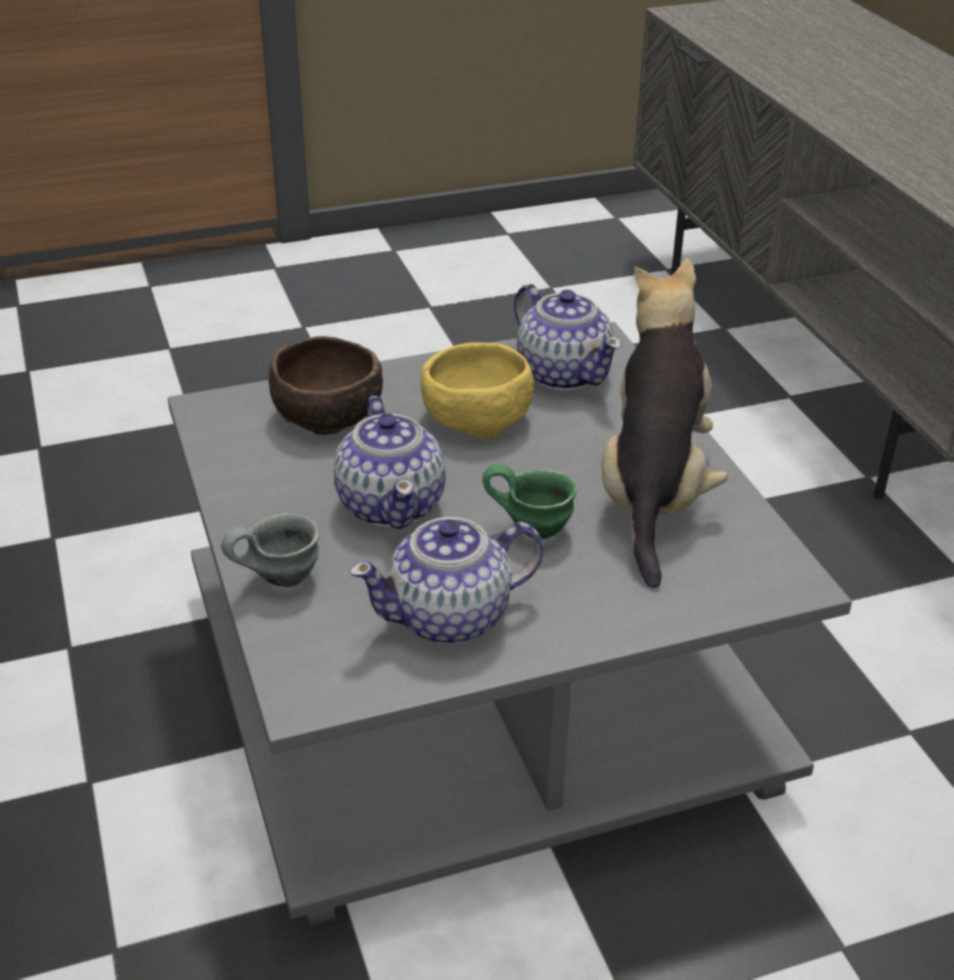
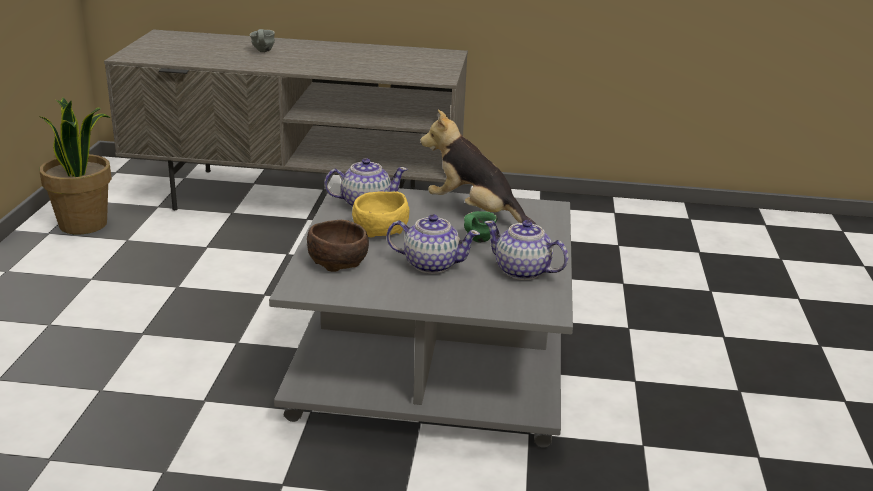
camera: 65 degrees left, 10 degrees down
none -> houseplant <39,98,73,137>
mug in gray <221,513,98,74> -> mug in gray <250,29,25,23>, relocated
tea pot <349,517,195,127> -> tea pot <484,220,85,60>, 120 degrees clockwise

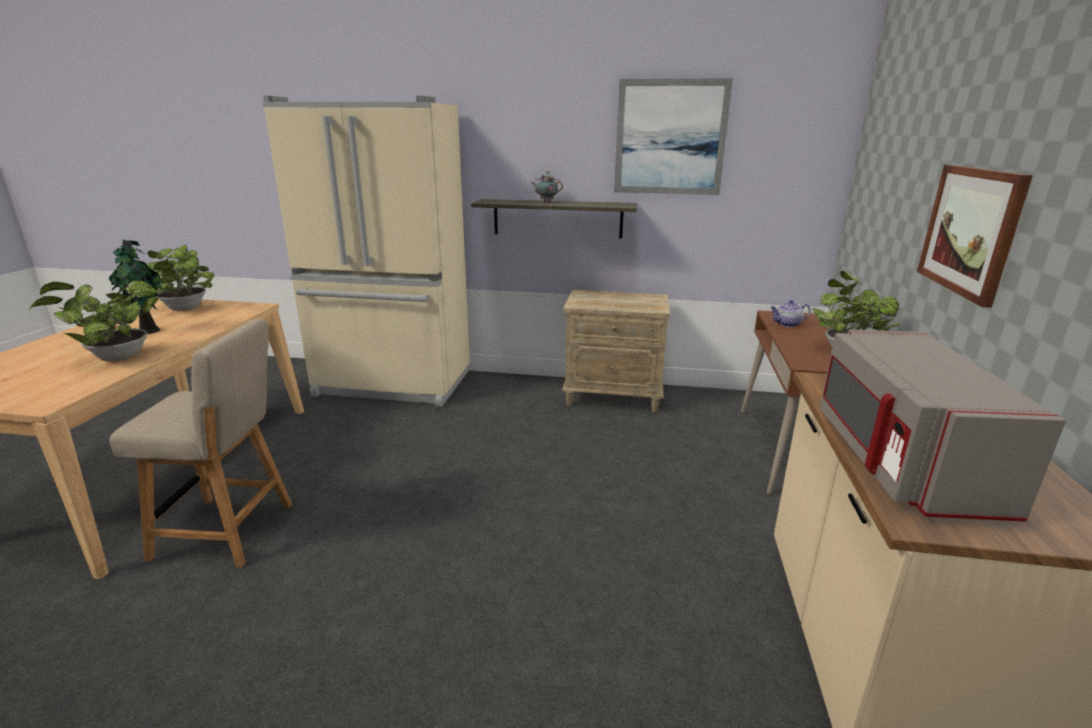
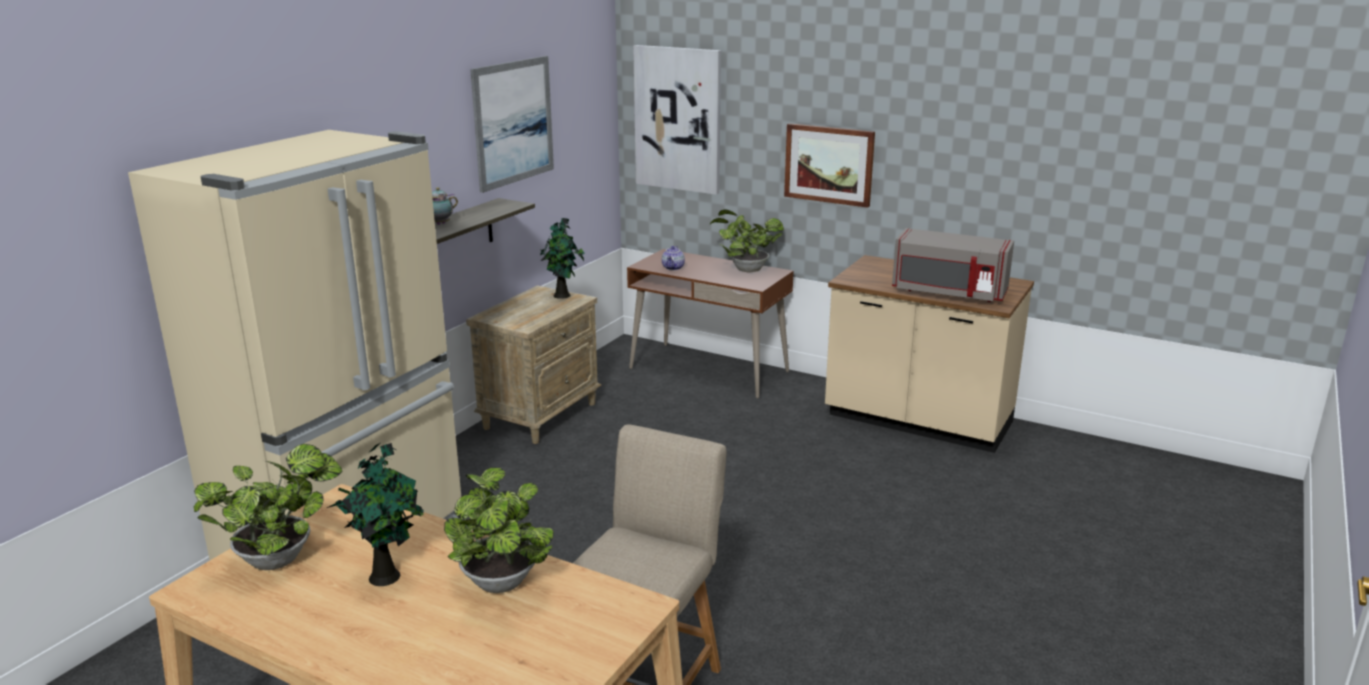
camera: 70 degrees left, 0 degrees up
none -> houseplant <540,218,45,81>
none -> wall picture <633,45,88,150>

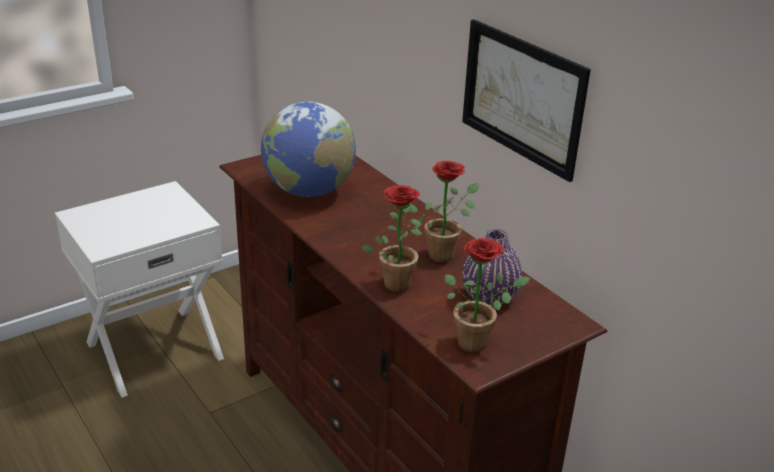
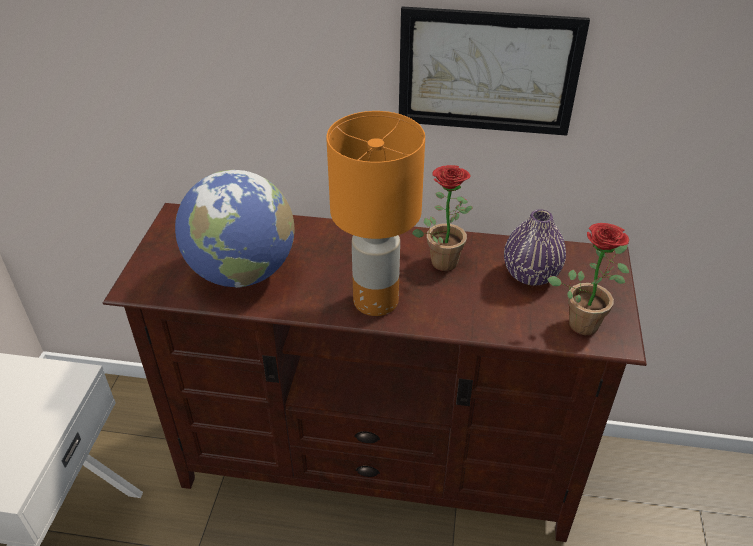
camera: 45 degrees left, 10 degrees up
none -> tabletop lamp in orange <326,111,99,205>
houseplant <361,185,61,107> -> none

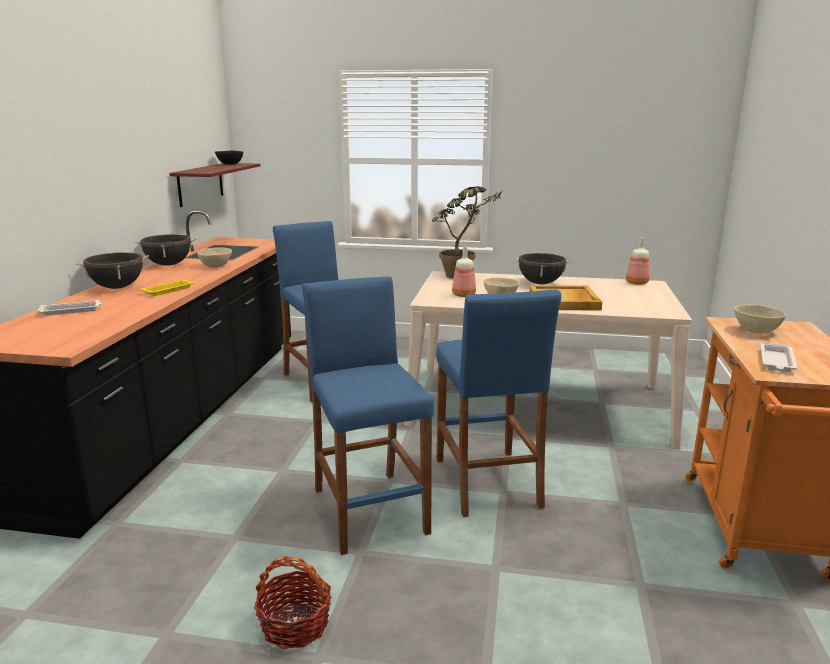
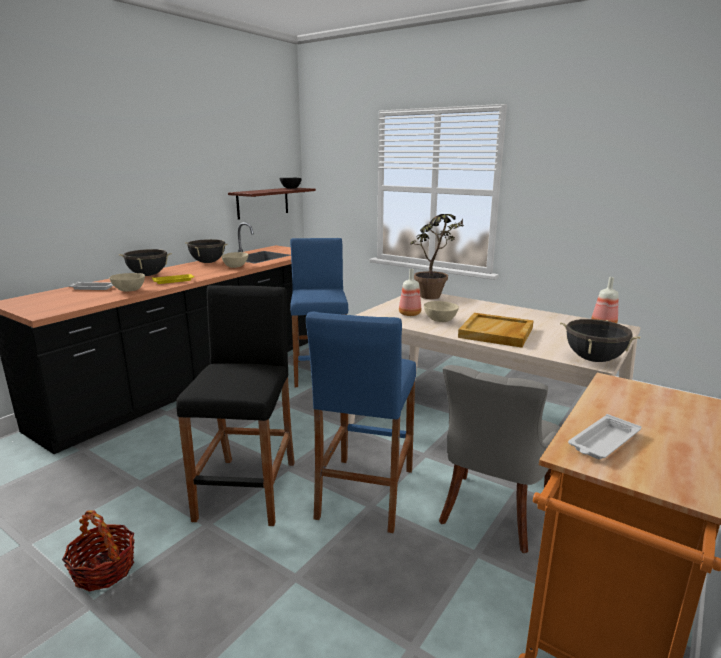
camera: 25 degrees right, 0 degrees up
bowl in sand-coloured <734,305,52,29> -> bowl in sand-coloured <110,273,35,19>, relocated
stool in blue <302,276,132,279> -> stool in black-coloured <176,285,119,241>
none -> plain chair in gray <439,365,121,188>
stockpot in black-coloured <513,253,59,31> -> stockpot in black-coloured <560,319,81,43>, relocated

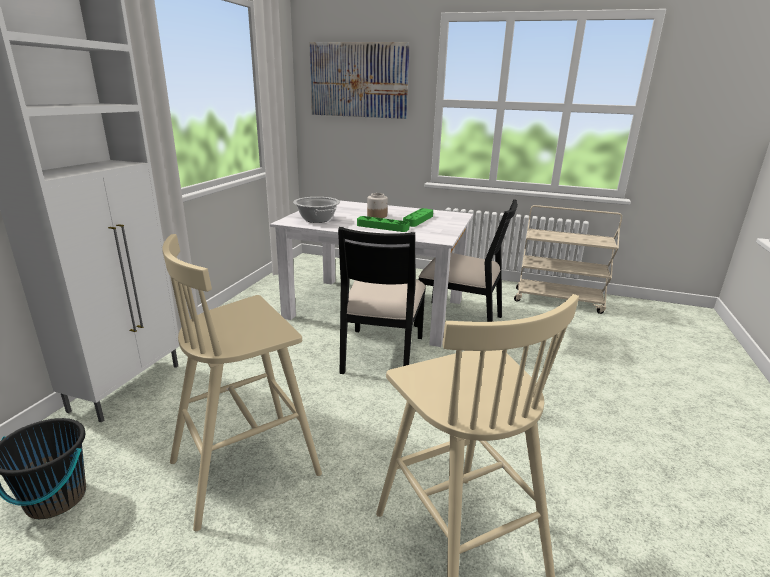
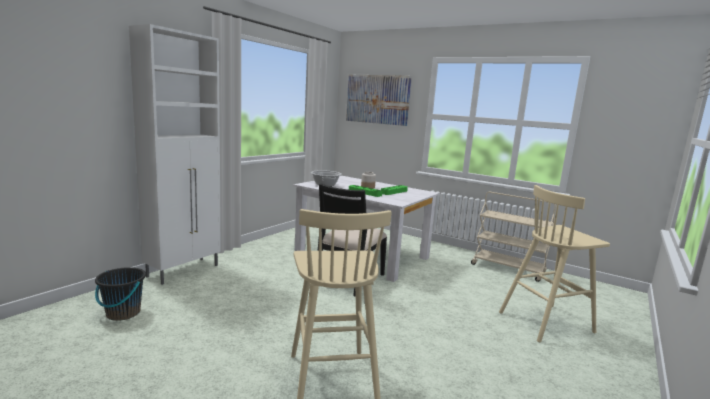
camera: 15 degrees right, 10 degrees down
stool in sand-coloured <162,234,160,297> -> stool in sand-coloured <499,185,111,157>, relocated
plain chair in black-coloured <414,199,104,128> -> none

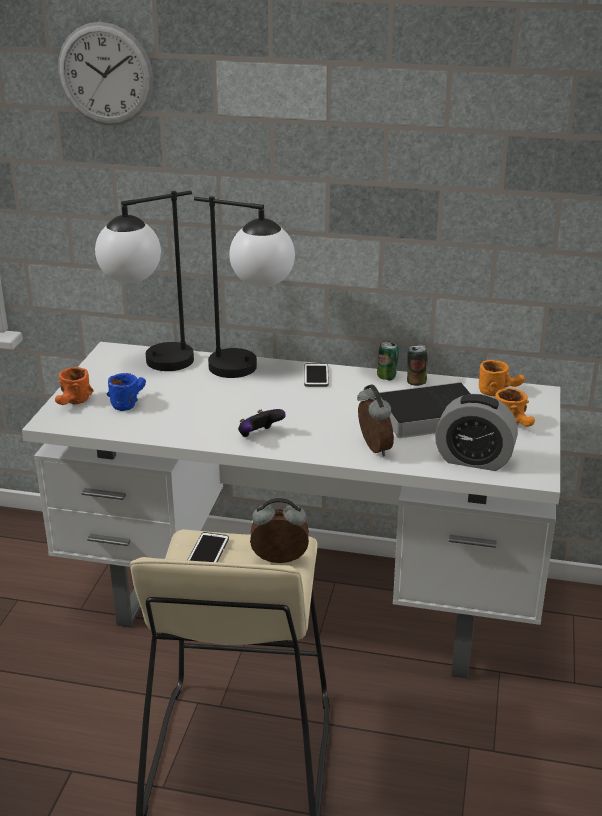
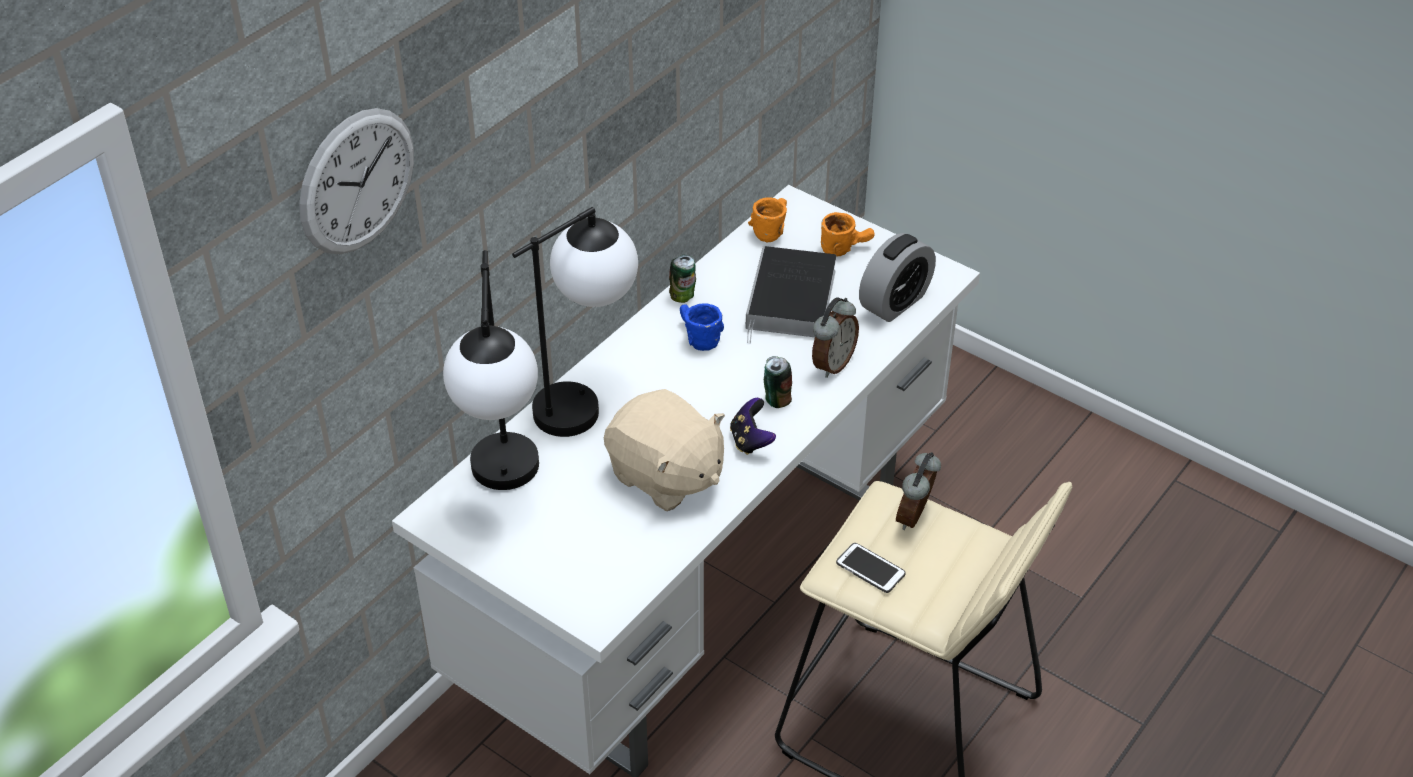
camera: 65 degrees left, 15 degrees up
none -> cuddly toy in sand-coloured <604,389,121,122>
mug in blue <107,373,39,38> -> mug in blue <680,303,44,48>, relocated
metal can <407,345,21,41> -> metal can <764,356,28,52>, relocated
bedside clock <357,384,37,73> -> bedside clock <812,297,47,81>, 120 degrees clockwise
mug in orange <55,367,39,38> -> none
telephone <304,363,25,24> -> none

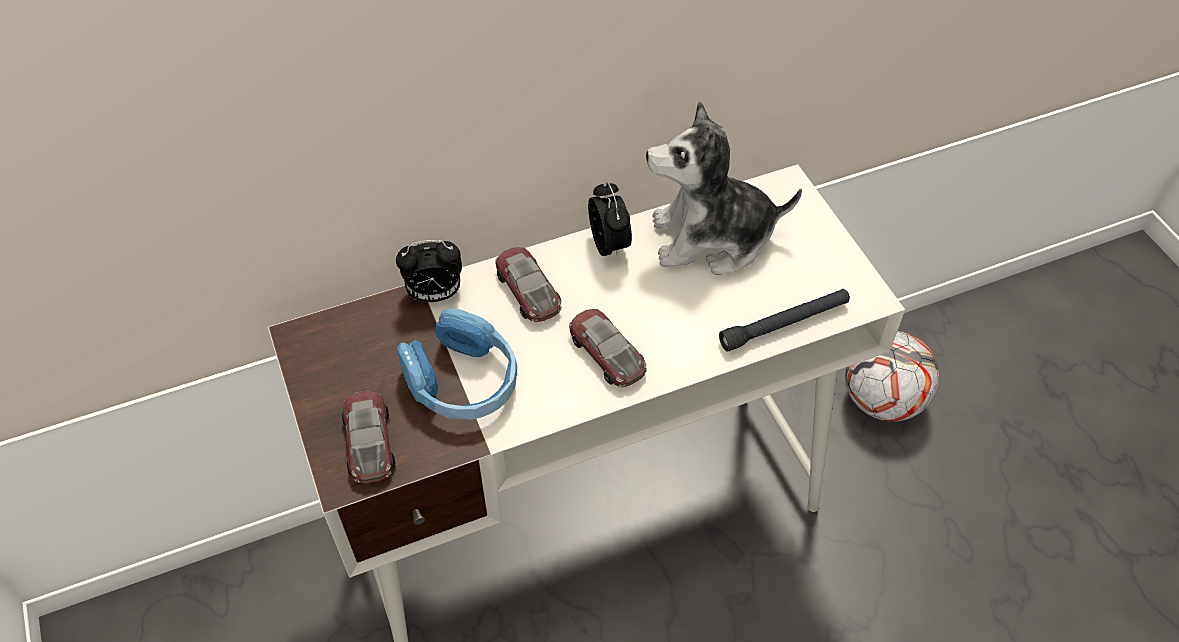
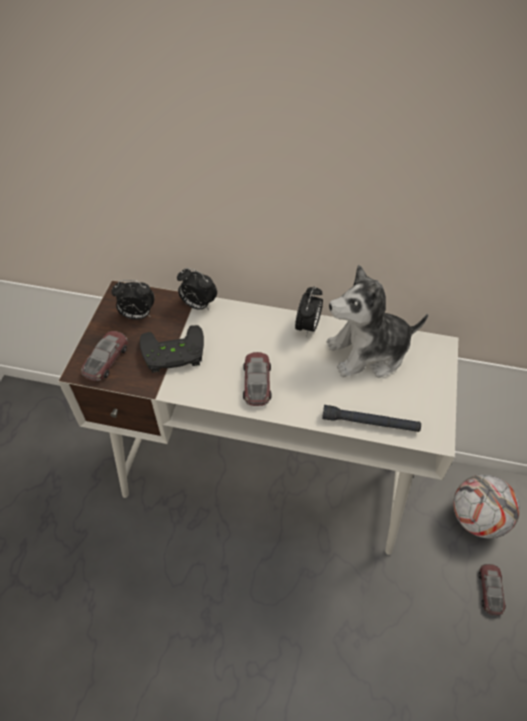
camera: 35 degrees right, 0 degrees up
none -> bedside clock <111,280,44,40>
pair of headphones in blue <397,309,120,111> -> joypad in black-coloured <140,325,64,48>
cuddly toy <646,101,156,174> -> cuddly toy <327,265,101,113>, 45 degrees counterclockwise
miniature car <495,247,66,75> -> miniature car <478,564,28,51>, relocated

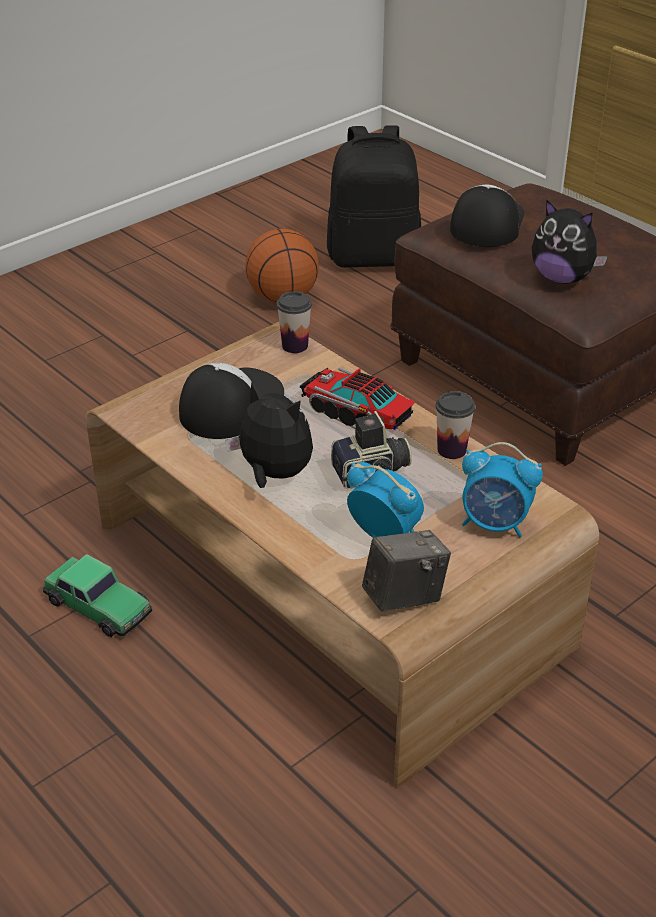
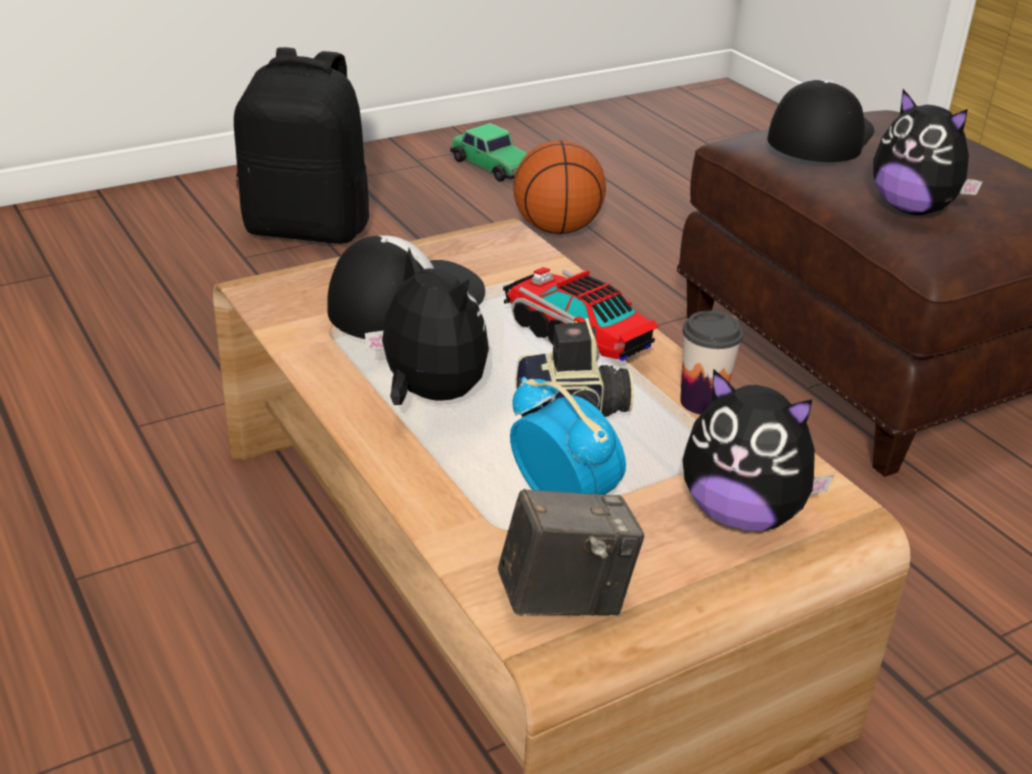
camera: 10 degrees right, 5 degrees down
backpack in black-coloured <327,125,94,142> -> backpack in black-coloured <234,47,135,197>, relocated
miniature car <43,554,110,83> -> miniature car <450,123,78,58>, relocated
bedside clock <462,442,81,95> -> cuddly toy <683,369,151,162>
cup <277,291,35,62> -> none

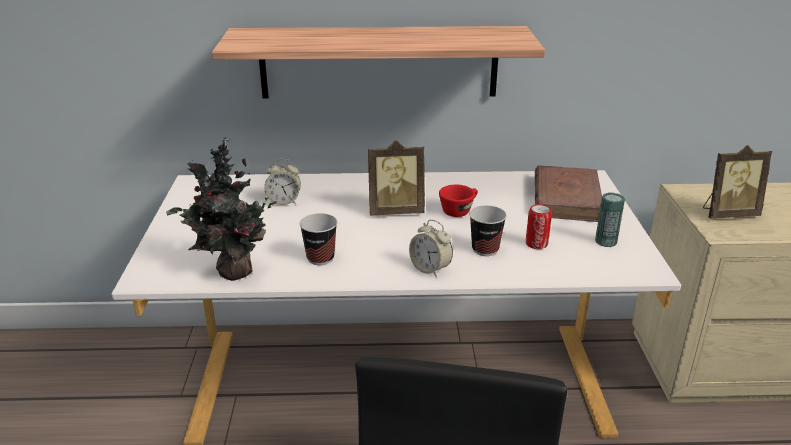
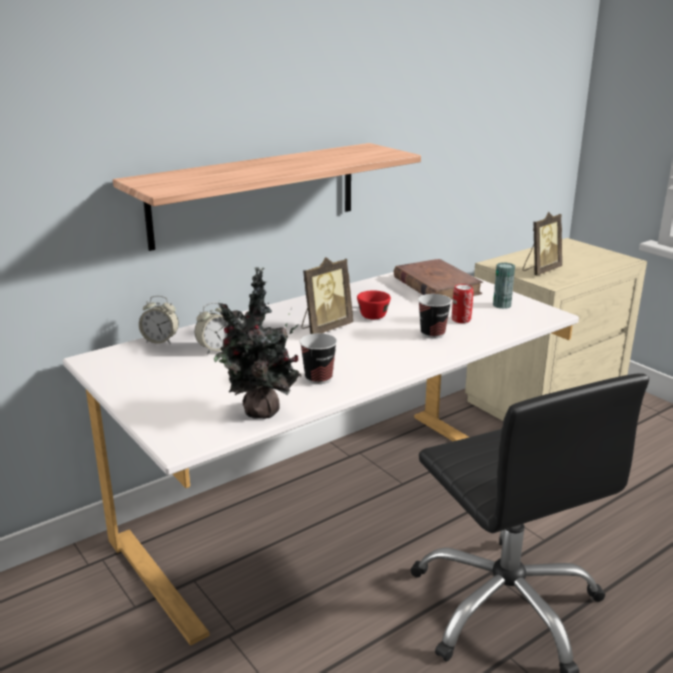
camera: 35 degrees left, 5 degrees down
bedside clock <409,220,44,57> -> bedside clock <139,296,40,48>, relocated

